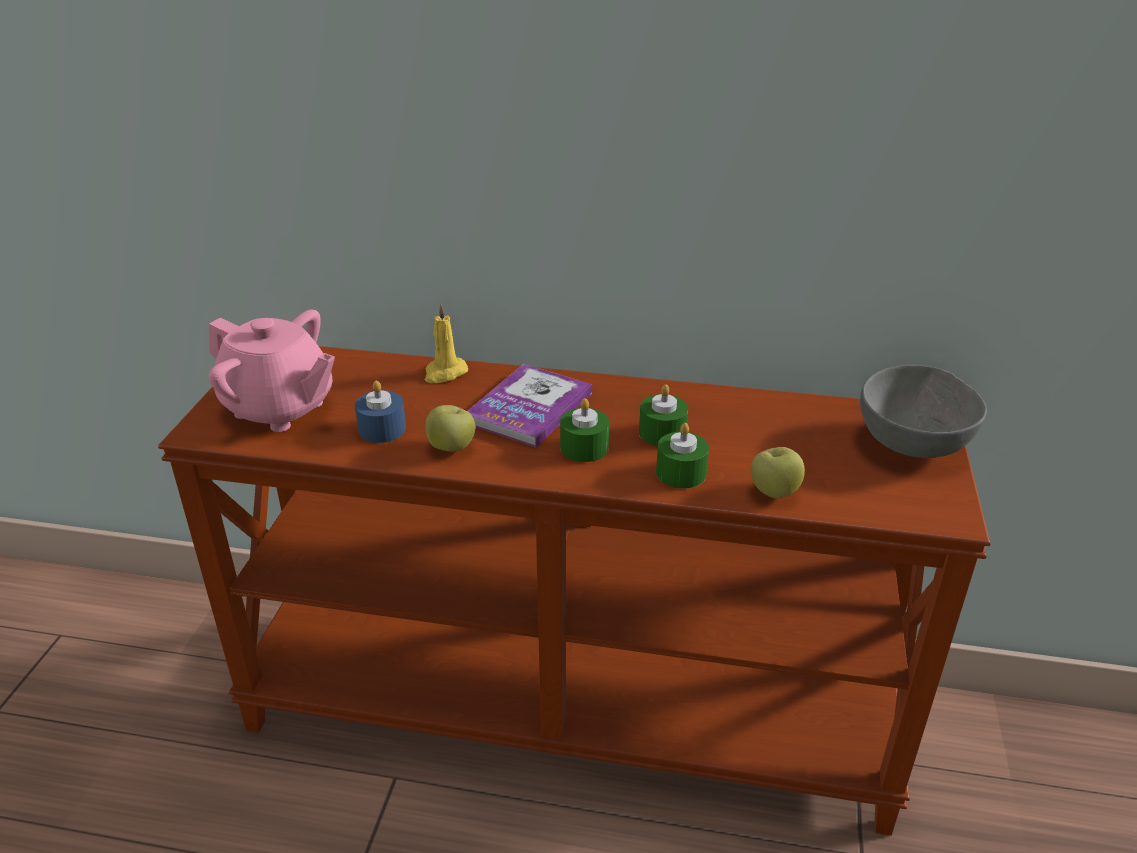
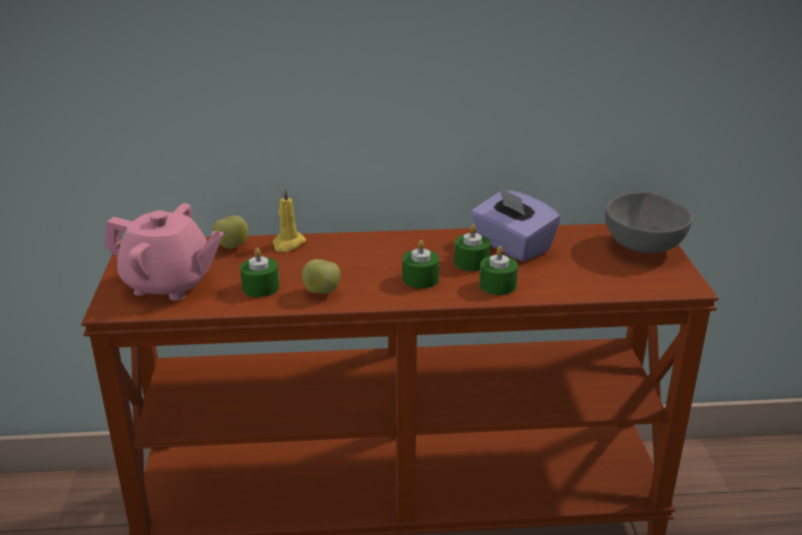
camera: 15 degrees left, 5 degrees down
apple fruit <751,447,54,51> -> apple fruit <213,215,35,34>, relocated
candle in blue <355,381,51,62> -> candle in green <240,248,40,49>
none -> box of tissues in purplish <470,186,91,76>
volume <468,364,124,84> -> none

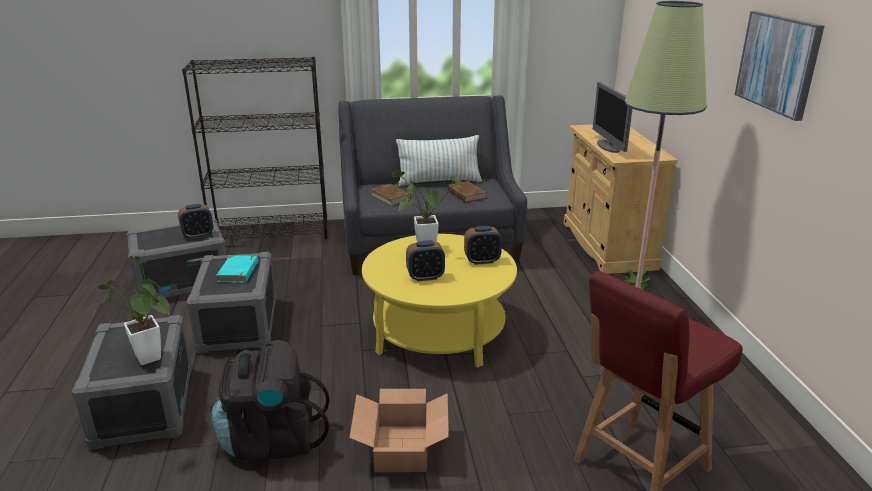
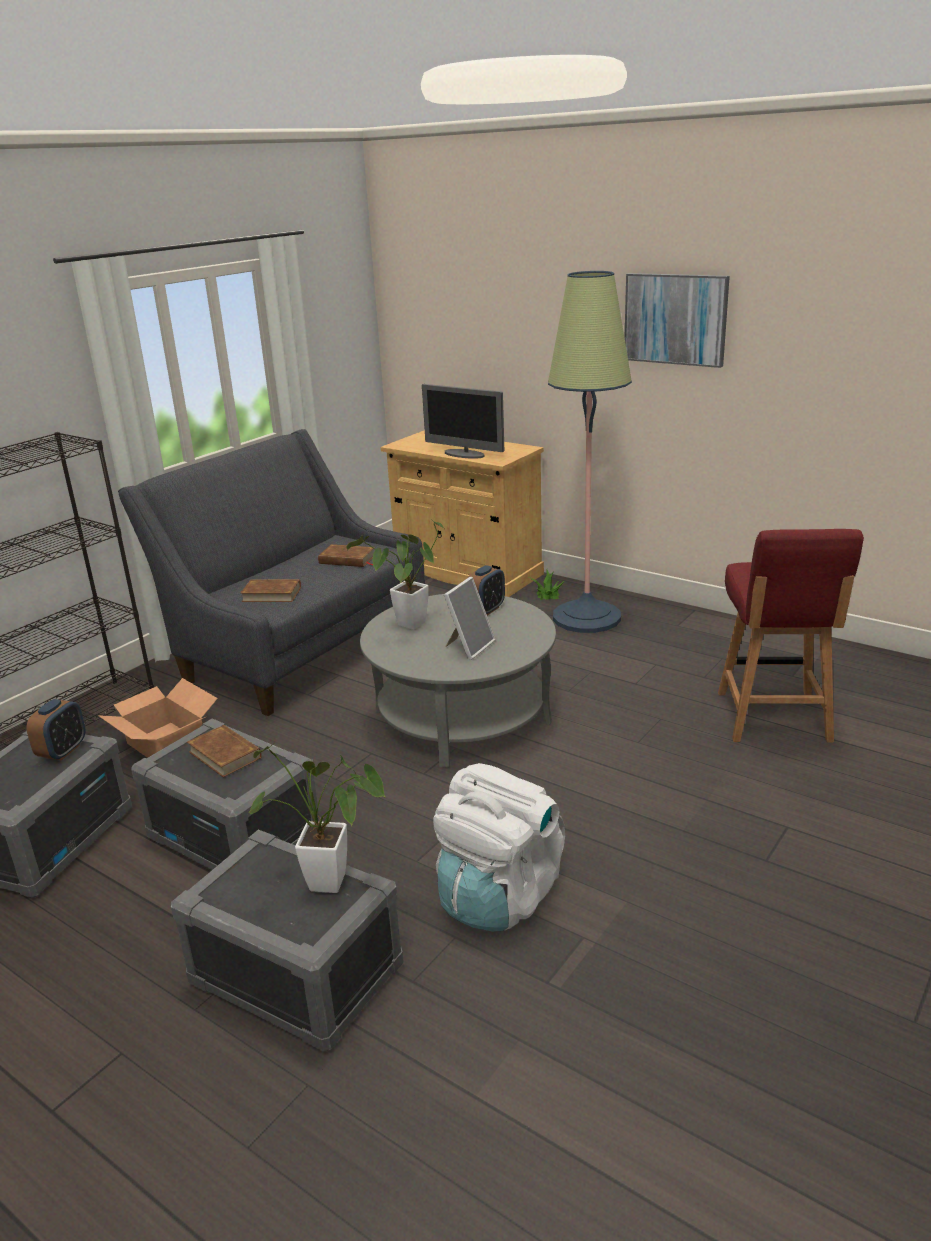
camera: 45 degrees left, 0 degrees up
cardboard box <349,389,100,83> -> cardboard box <98,678,120,80>, relocated
volume in blue-green <217,255,41,28> -> volume in brown <187,725,75,52>
coffee table in yellow-coloured <362,234,155,134> -> coffee table in gray <360,594,196,174>
backpack in black-coloured <211,340,119,122> -> backpack in white-coloured <433,763,132,169>
bedside clock <406,241,39,40> -> picture frame <444,577,52,83>
throw pillow <396,135,86,52> -> none

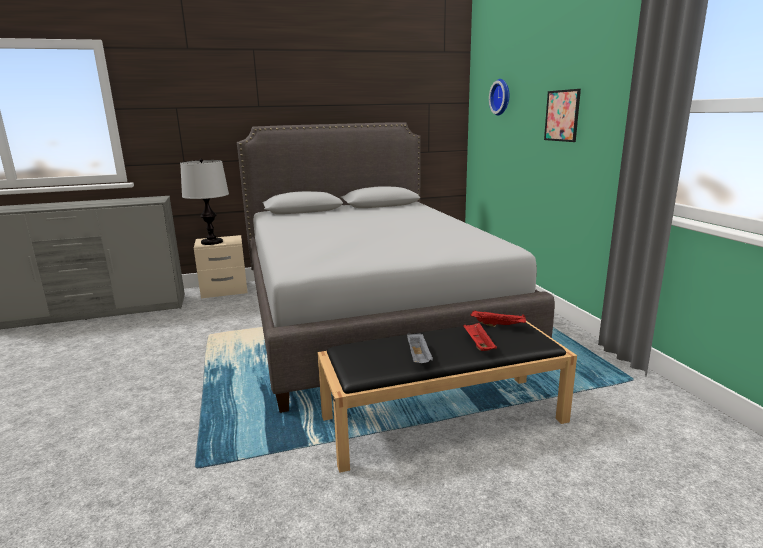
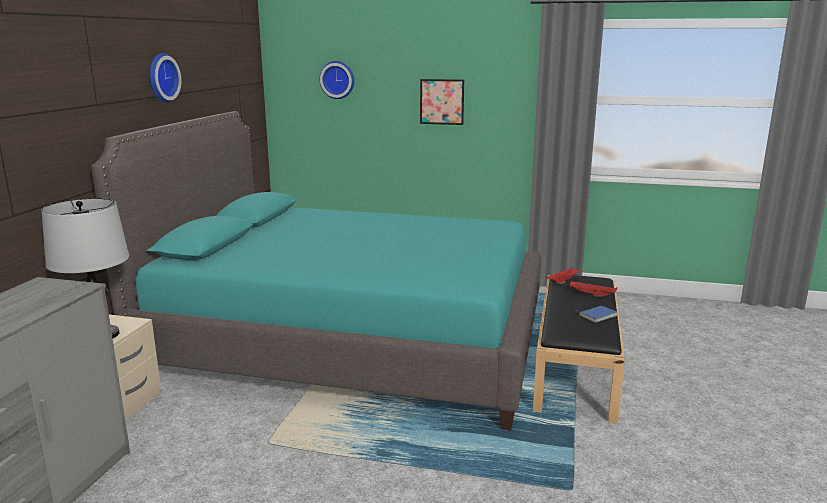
camera: 60 degrees left, 0 degrees up
sleeping bed in gray <237,122,317,291> -> sleeping bed in blue-green <91,111,450,319>
none -> wall clock <149,53,32,49>
serving tray in gray <407,333,26,30> -> volume in blue <578,306,39,17>

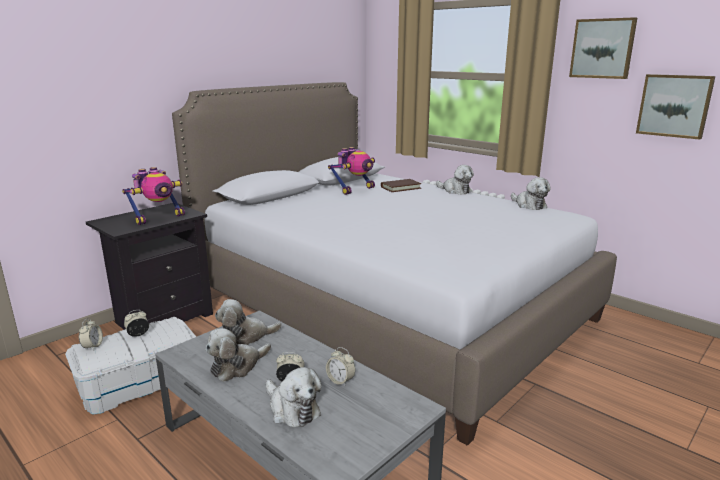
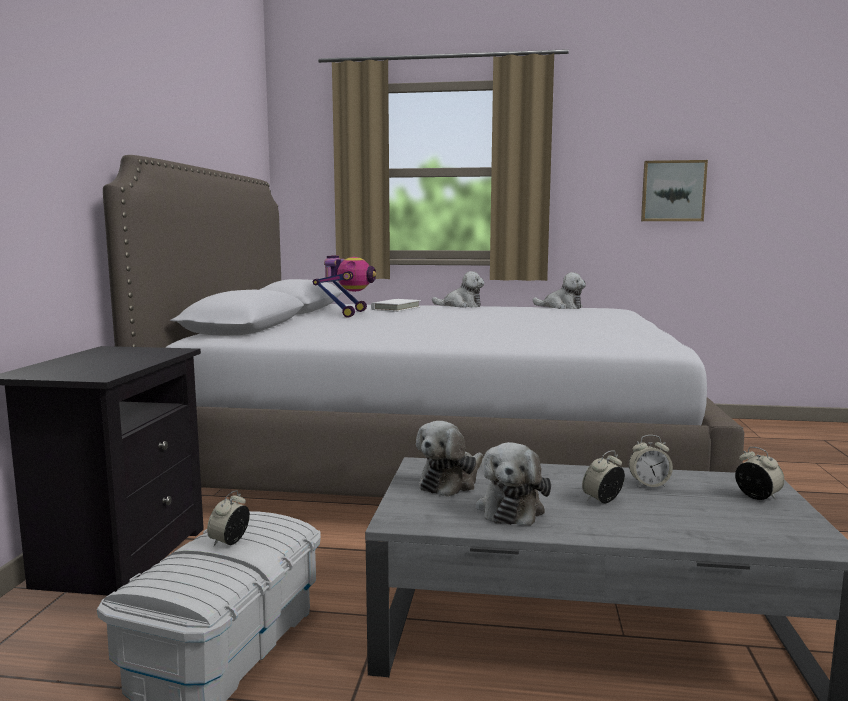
camera: 35 degrees left, 10 degrees down
volume in brown <381,179,40,13> -> volume in white-coloured <371,299,50,13>
bedside clock <79,319,24,32> -> bedside clock <735,447,50,53>, relocated
robot figure <122,167,63,58> -> none
cuddly toy <266,367,56,60> -> none
wall picture <569,17,68,62> -> none

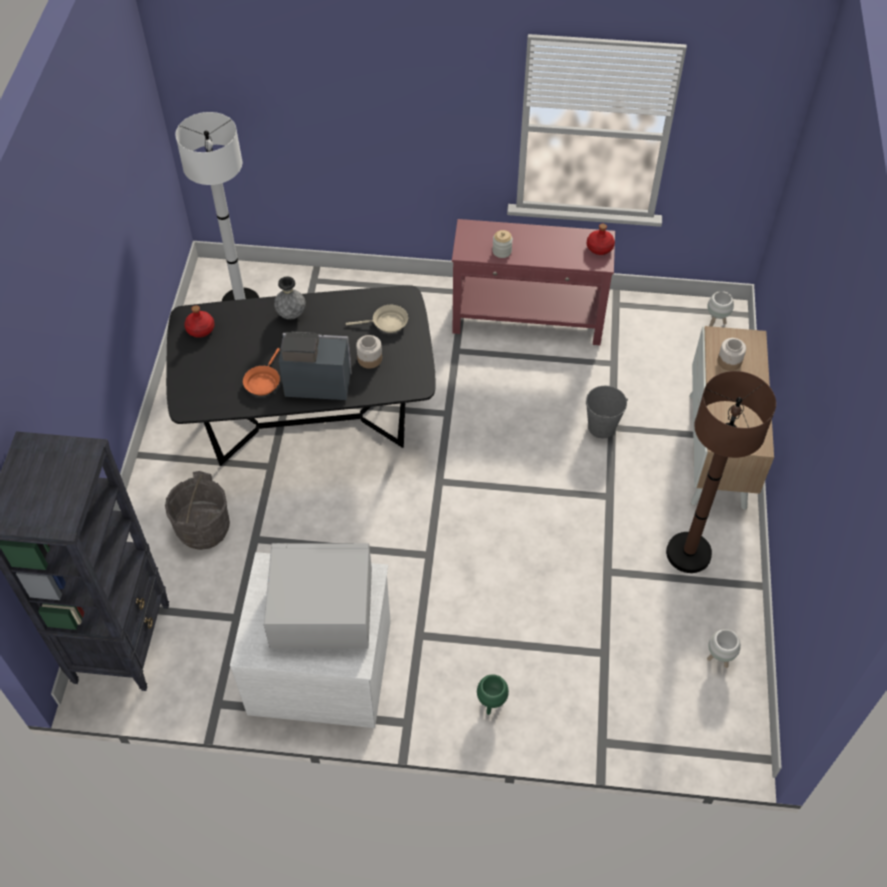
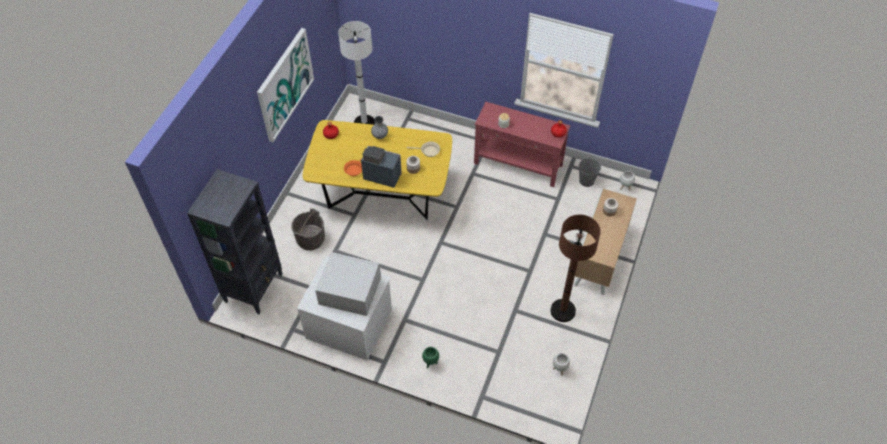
camera: 15 degrees right, 0 degrees up
none -> wall picture <257,28,57,114>
dining table in black-coloured <166,285,269,181> -> dining table in yellow-coloured <303,120,149,100>
bucket in gray <586,386,42,52> -> bucket in gray <579,158,22,29>, relocated

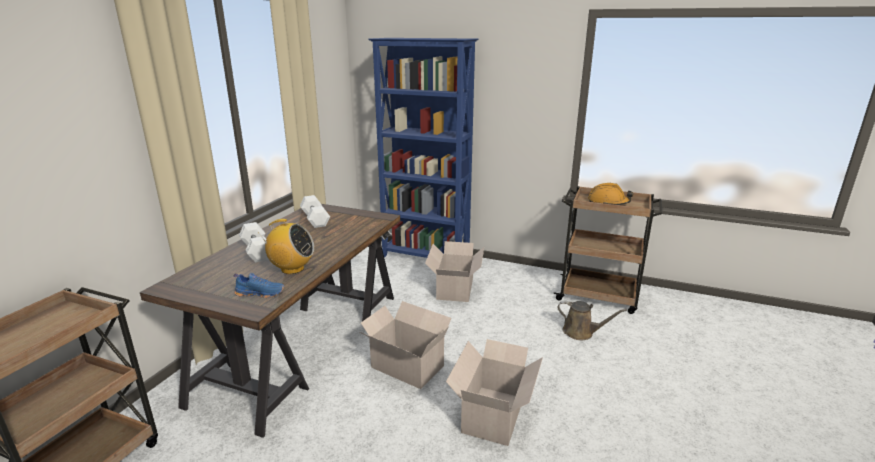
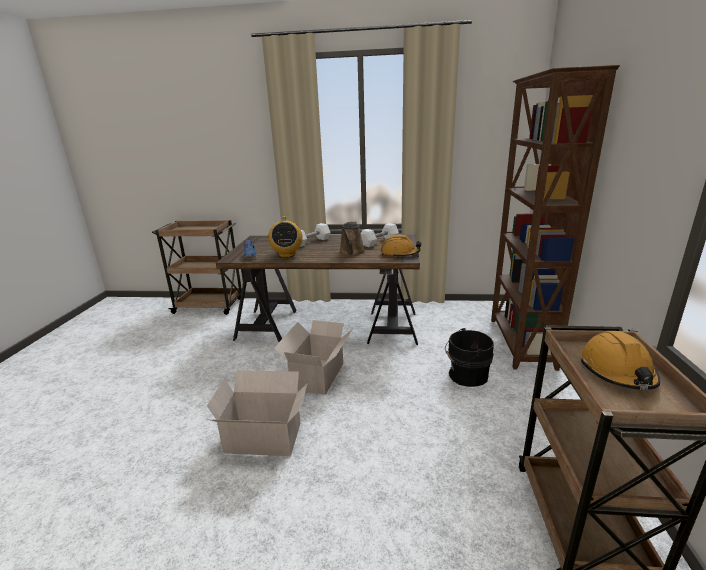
camera: 75 degrees right, 0 degrees up
sprinkling can in brown <557,301,70,39> -> sprinkling can in brown <339,221,26,35>, relocated
none -> safety helmet in orange <381,235,41,23>
cardboard box <425,241,59,61> -> bucket in black-coloured <445,328,49,59>
bookshelf in blue <368,38,110,220> -> bookshelf in brown <491,65,129,306>

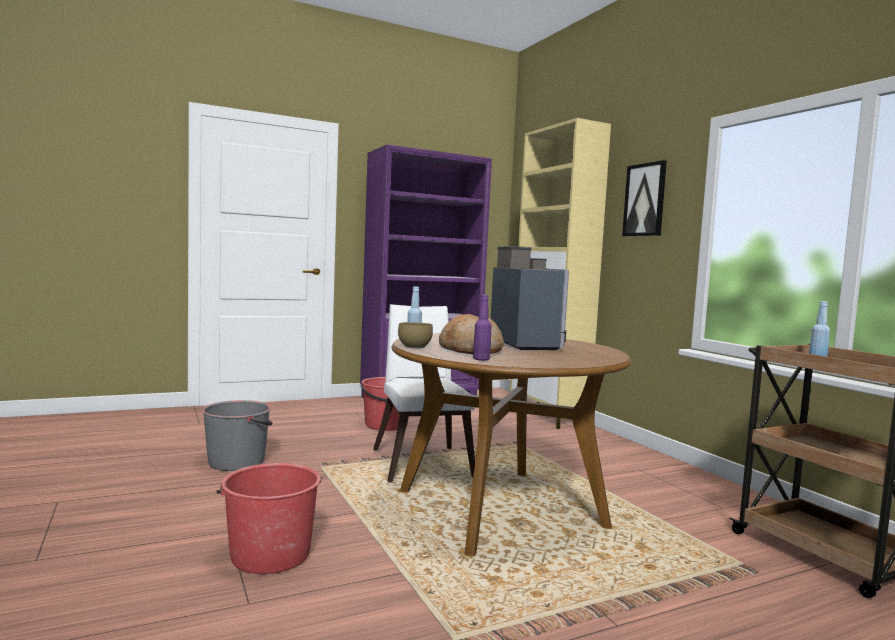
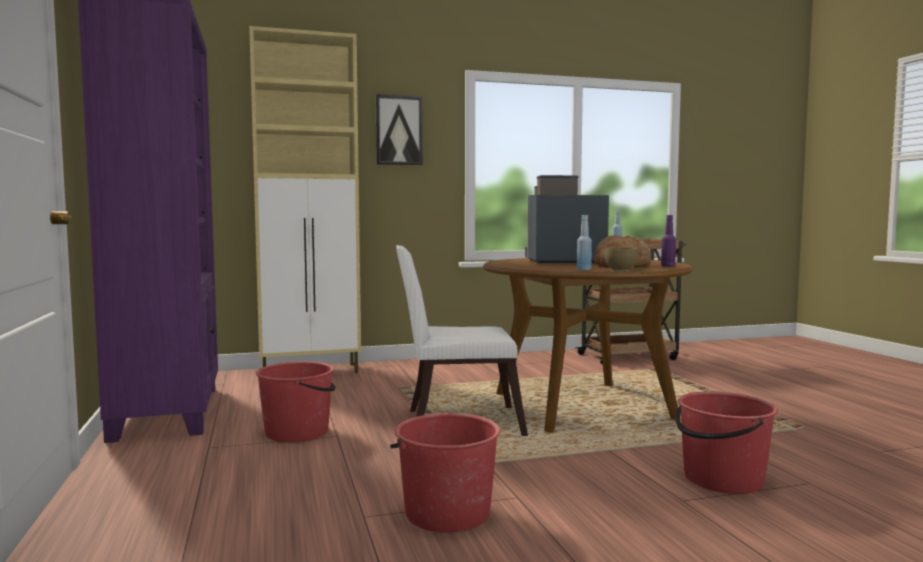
camera: 80 degrees left, 0 degrees up
bucket in gray <202,400,70,71> -> bucket in red <390,413,111,119>

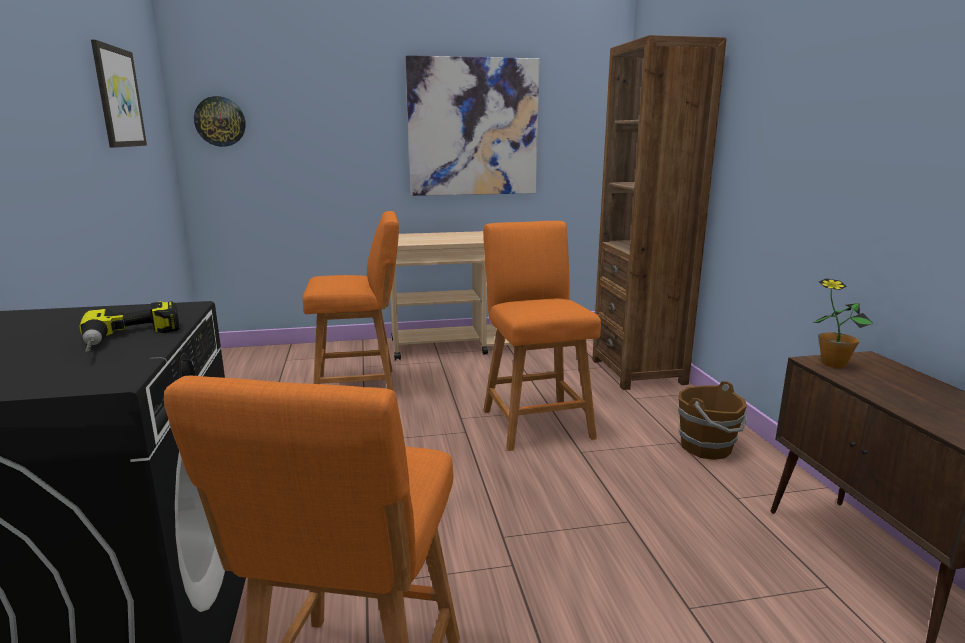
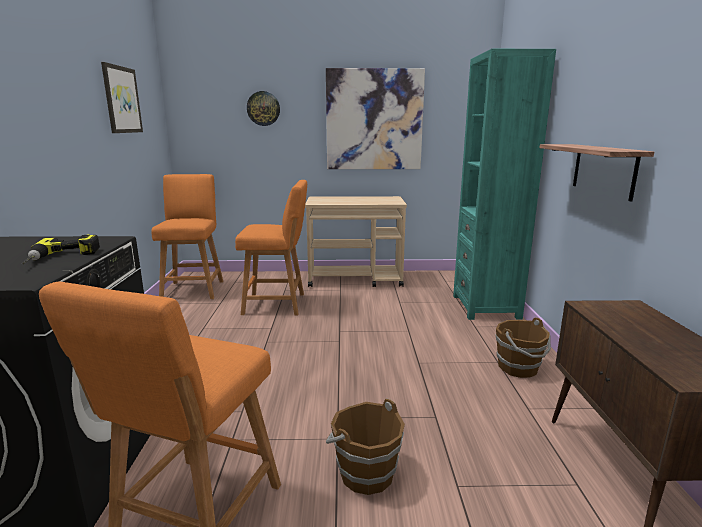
camera: 10 degrees right, 0 degrees up
stool in orange <483,221,118,230> -> stool in orange <151,174,73,125>, relocated
wall clock <194,96,52,51> -> wall clock <247,91,33,35>, relocated
none -> bucket in brown <326,398,79,97>
bookshelf in brown <592,35,135,355> -> bookshelf in blue-green <453,49,103,271>
none -> shelf <540,144,114,58>
houseplant <813,279,60,89> -> none

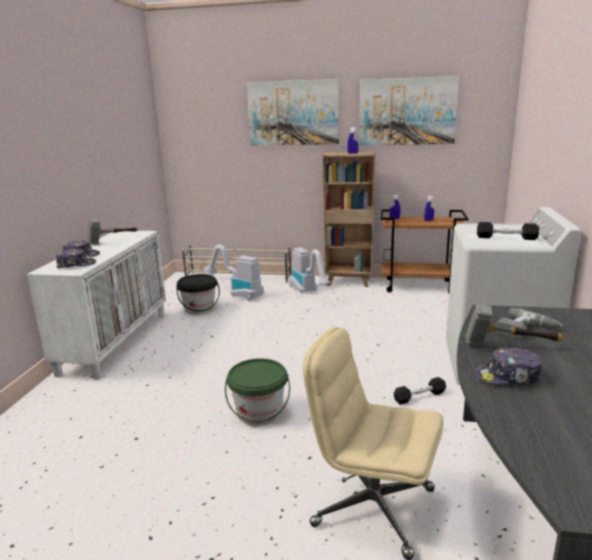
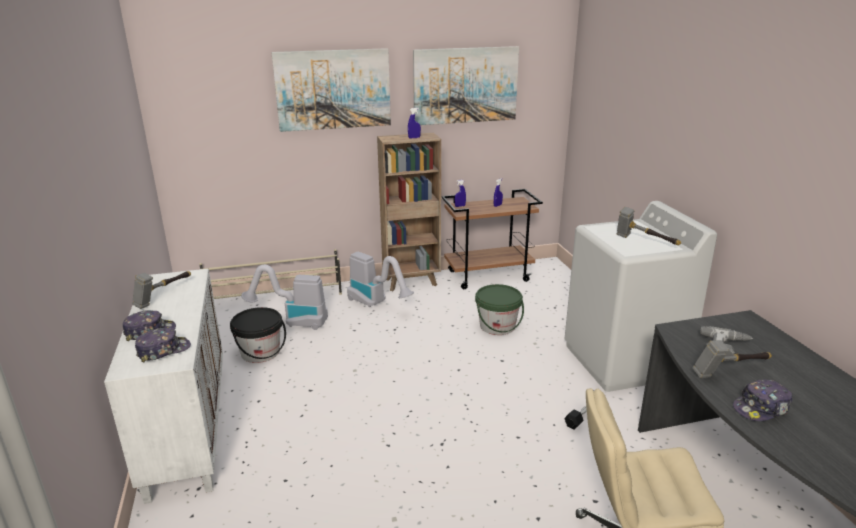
camera: 25 degrees left, 5 degrees up
bucket in green <225,358,65,67> -> bucket in green <475,284,49,51>, relocated
hand weight in black-coloured <477,222,62,18> -> hammer <617,207,64,38>

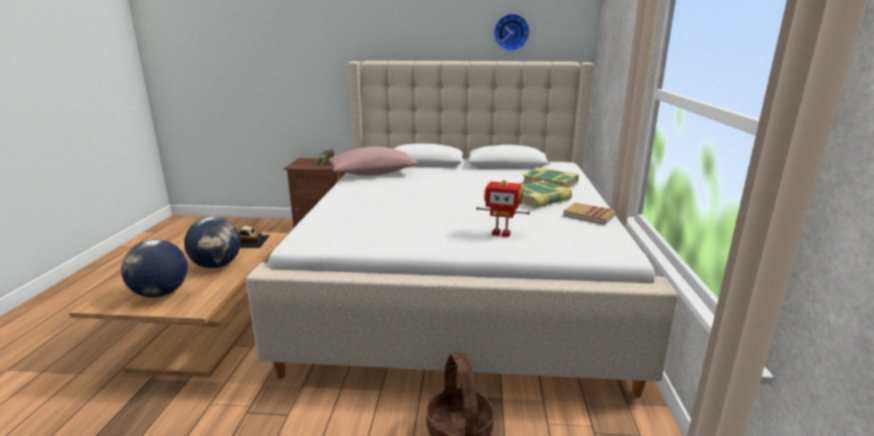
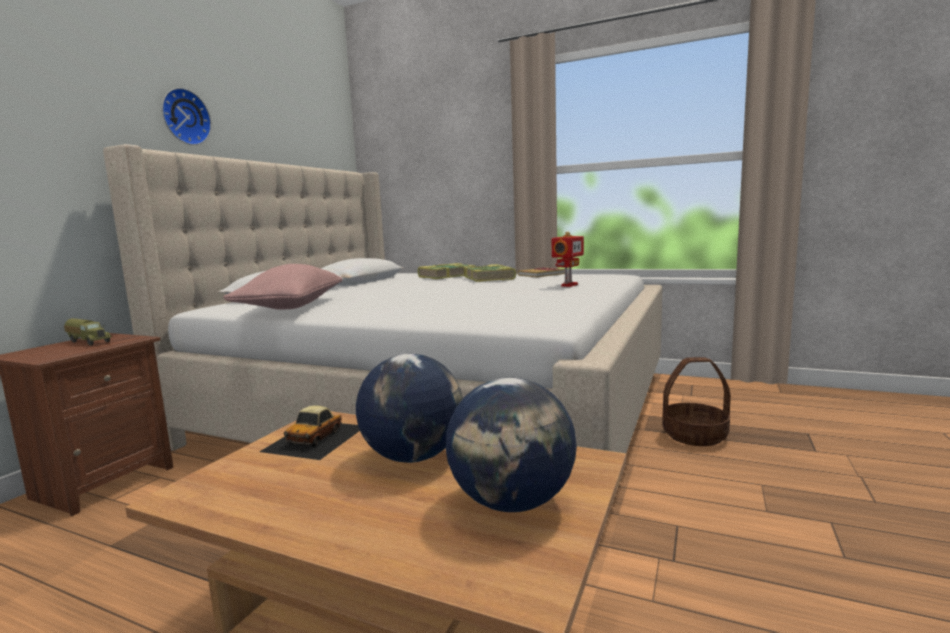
camera: 70 degrees left, 10 degrees down
wall clock <494,13,36,39> -> wall clock <162,88,50,57>, relocated

